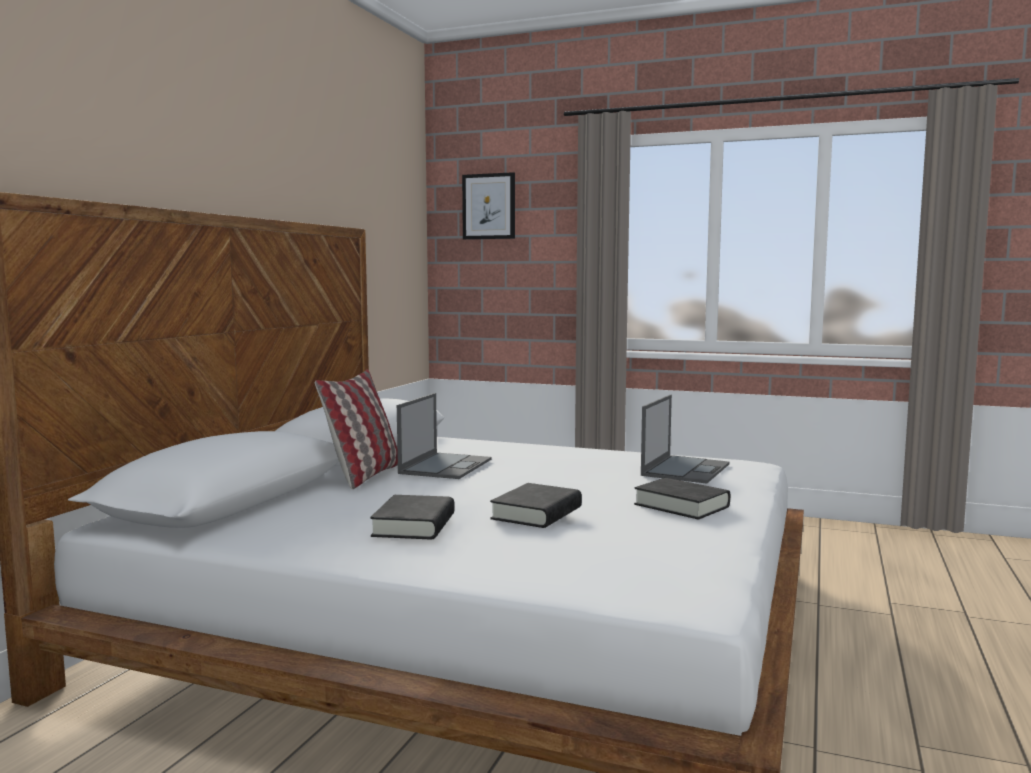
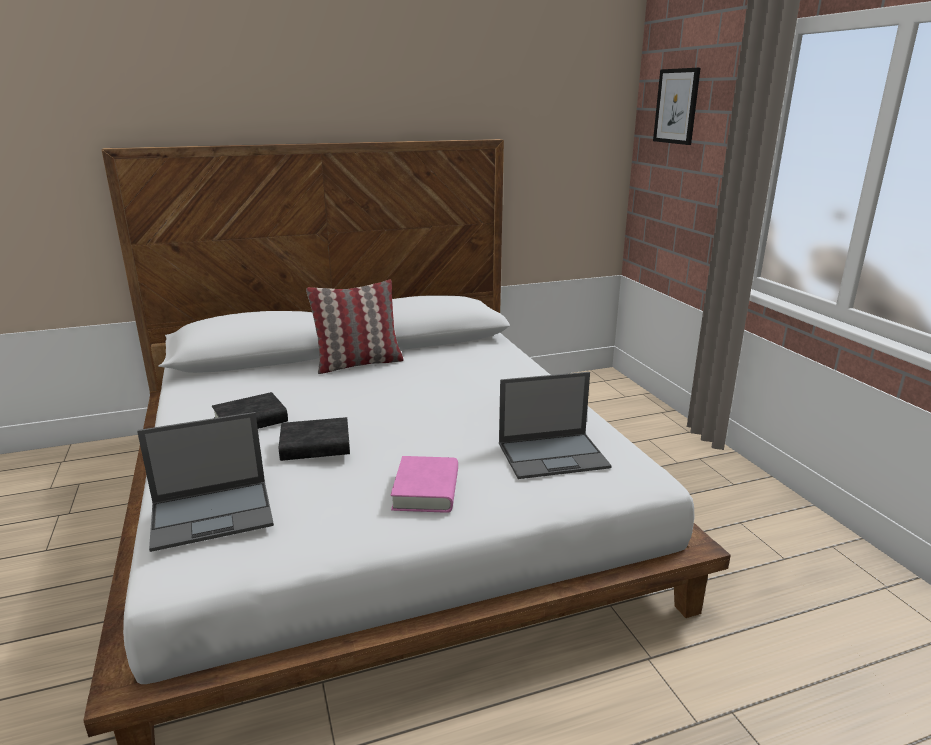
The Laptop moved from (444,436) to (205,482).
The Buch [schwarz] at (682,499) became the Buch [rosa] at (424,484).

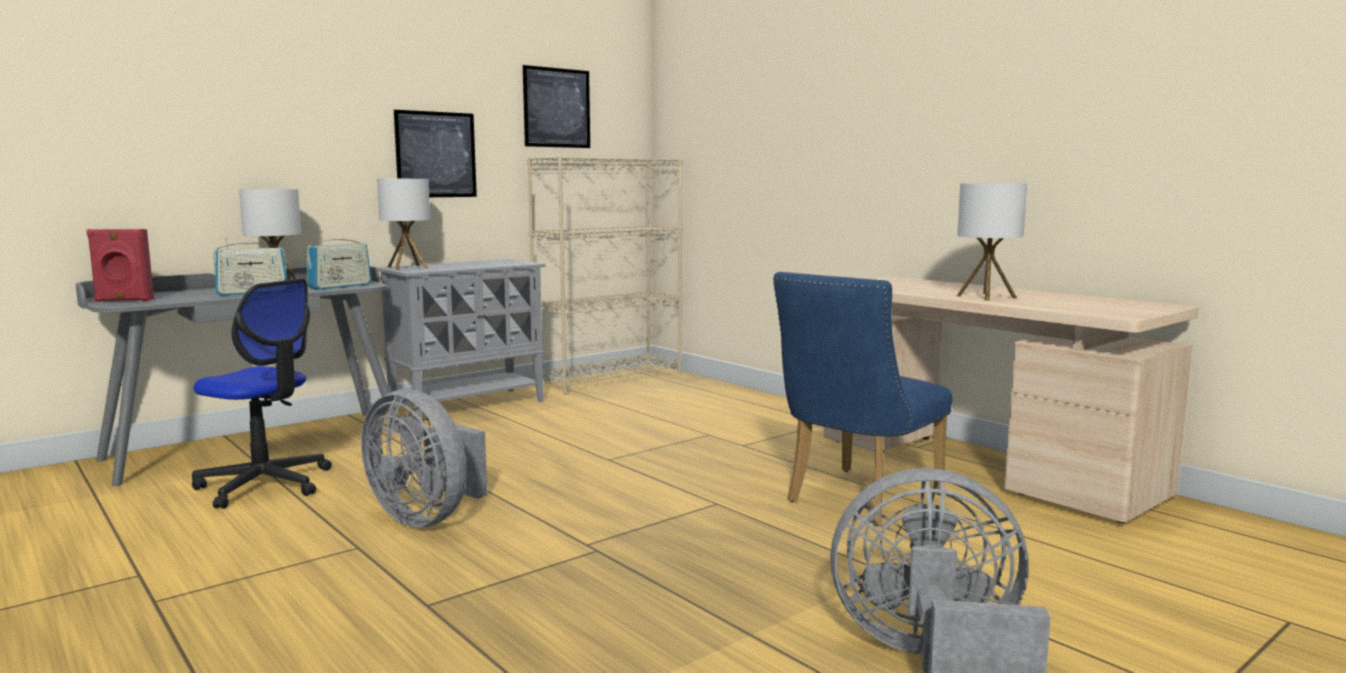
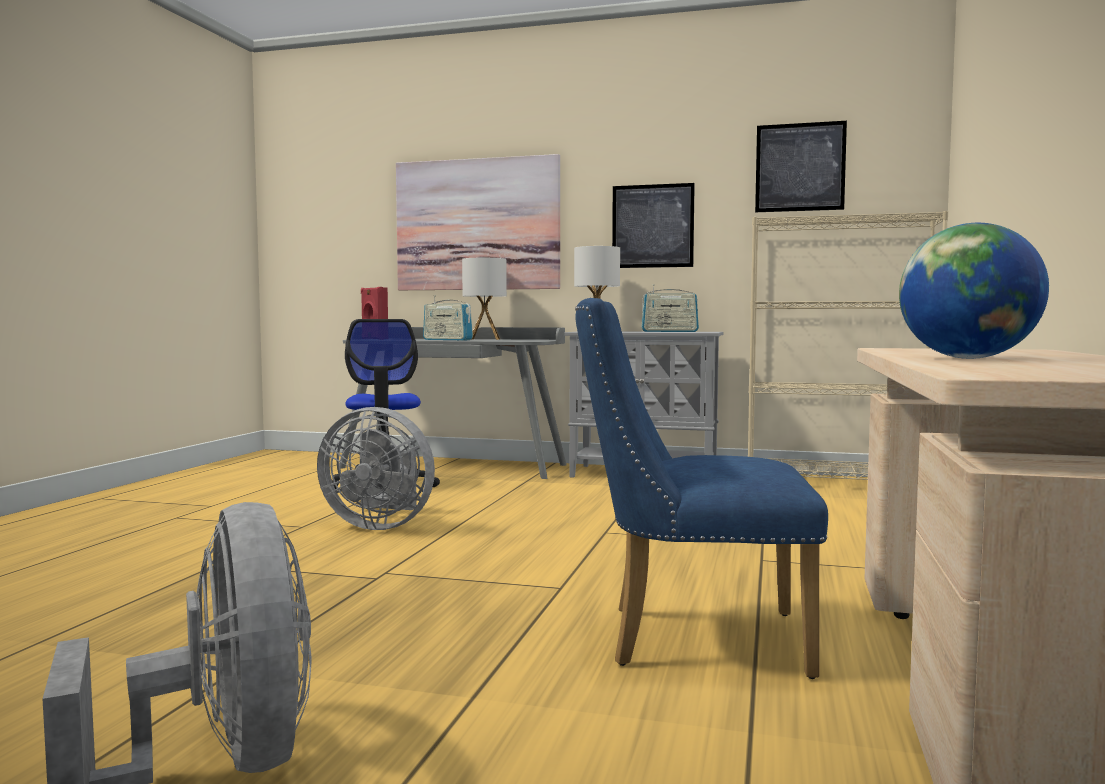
The Ventilator [grau] at (424,458) turned 75 degrees counterclockwise.
The Bild at (478,222) appeared.
The Radio moved from (339,262) to (670,308).
The Tischlampe at (991,242) was replaced by the Globus at (974,291).

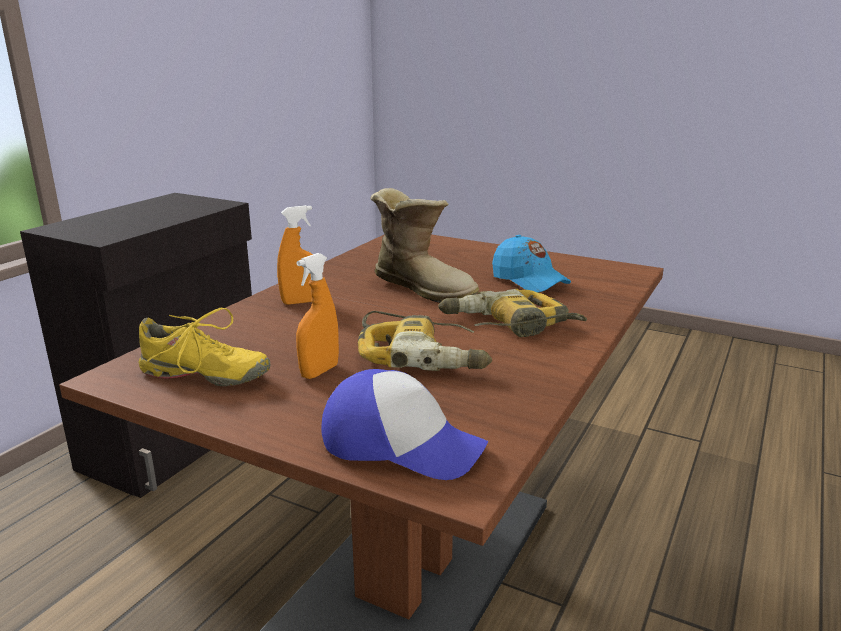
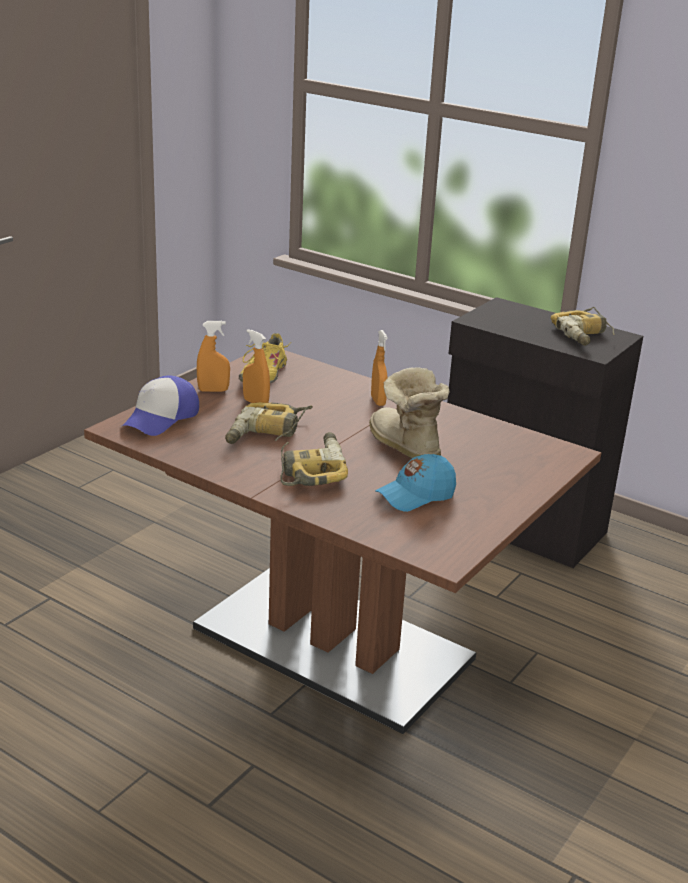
The Sprühflasche [orange] at (213,356) appeared.
The Stiefel at (425,245) turned 105 degrees clockwise.
The Bohrmaschine at (583,326) appeared.

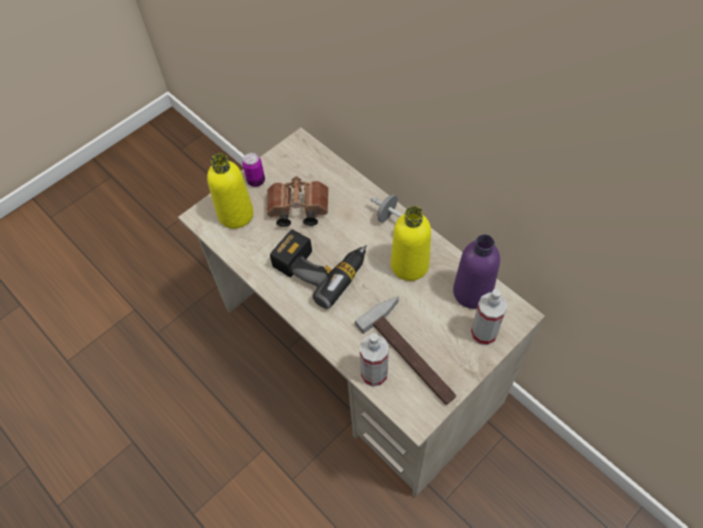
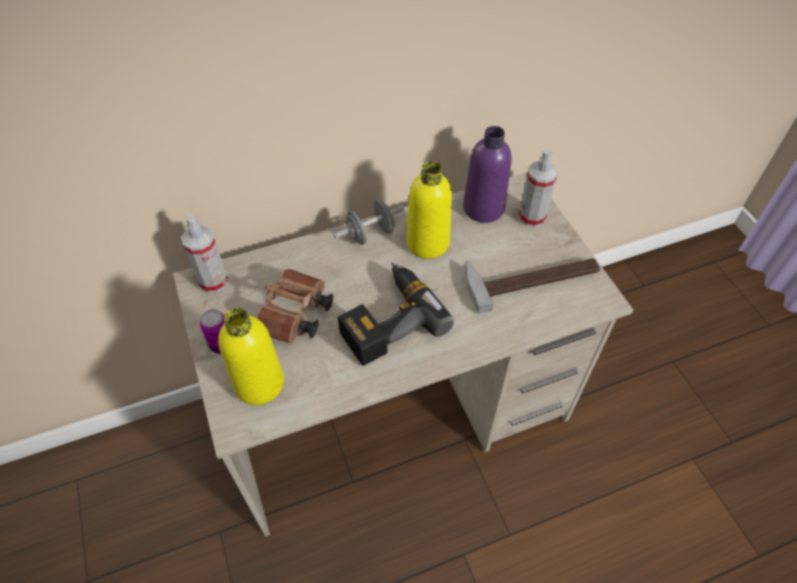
The Sprühflasche moved from (374,360) to (205,253).

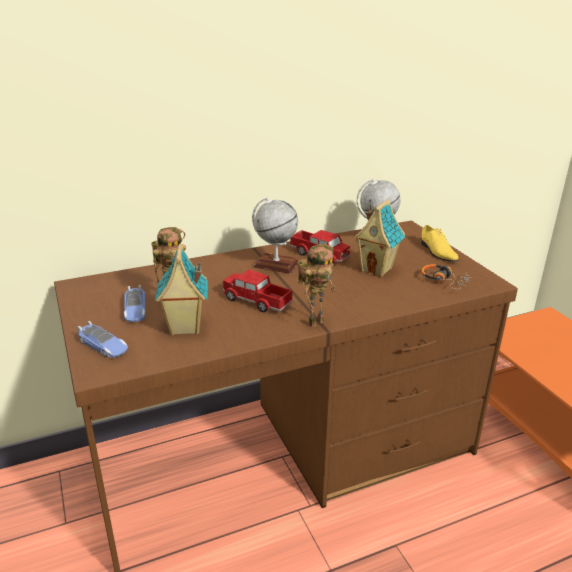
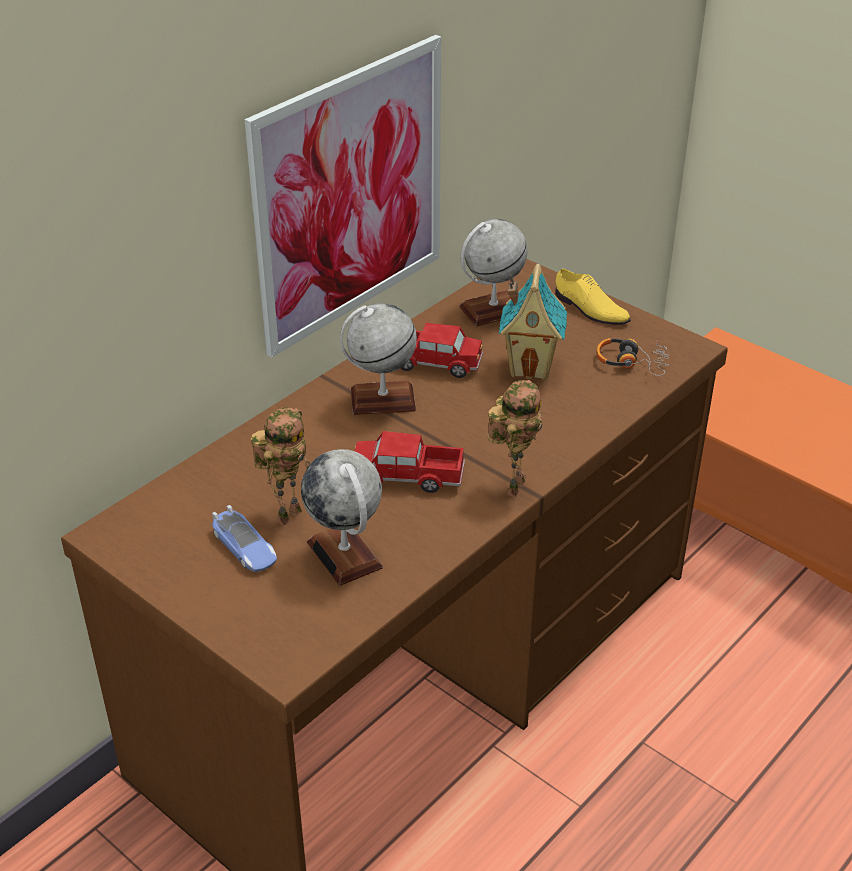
The Bild at (343,196) appeared.
The Spielzeughaus at (181,290) was replaced by the Globus at (342,517).
The Spielzeugauto at (103,339) disappeared.

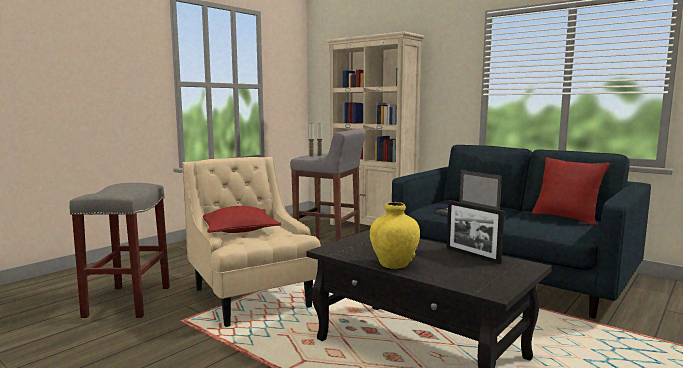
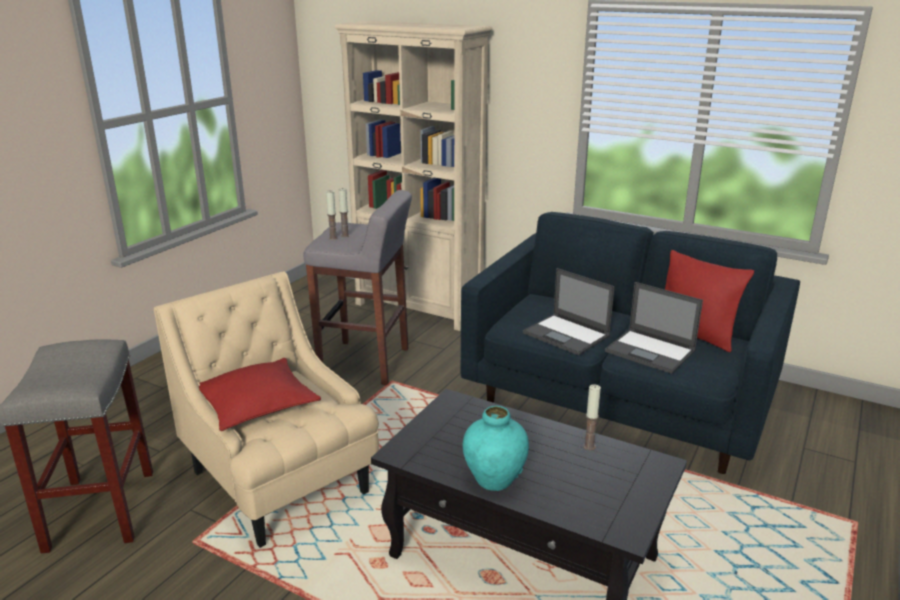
The Vase [gelb] at (395,235) became the Vase [türkis] at (496,448).
The Bilderrahmen at (475,232) was replaced by the Kerze at (592,417).
The Laptop at (654,328) appeared.

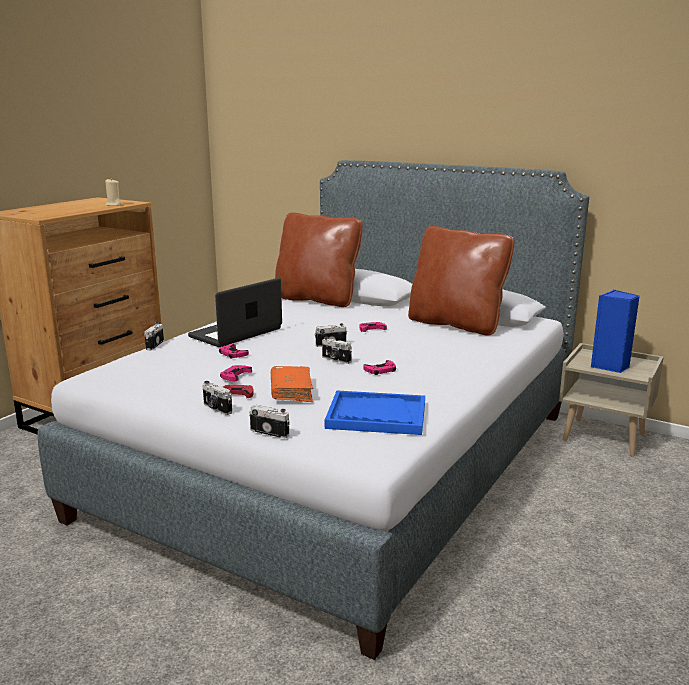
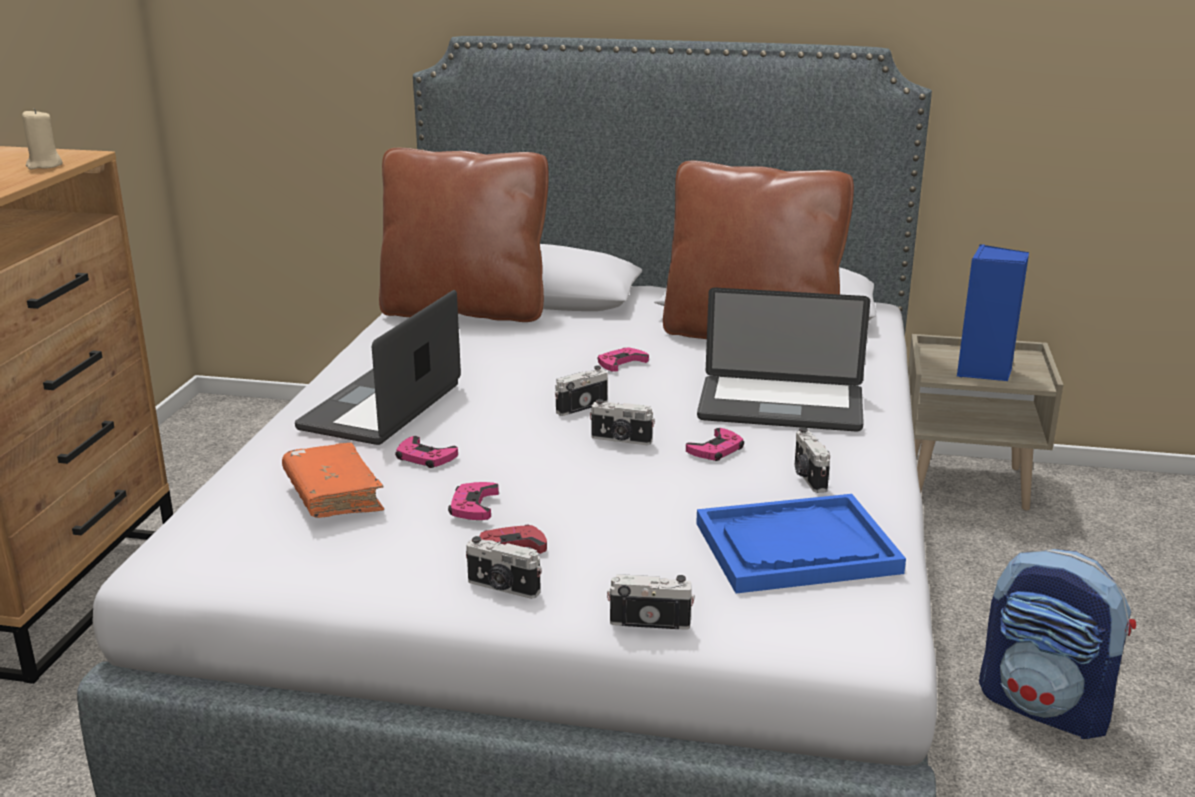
The Buch [orange] moved from (292,384) to (333,480).
The Laptop at (783,359) appeared.
The Kamera moved from (154,336) to (812,460).
The Rucksack at (1057,644) appeared.

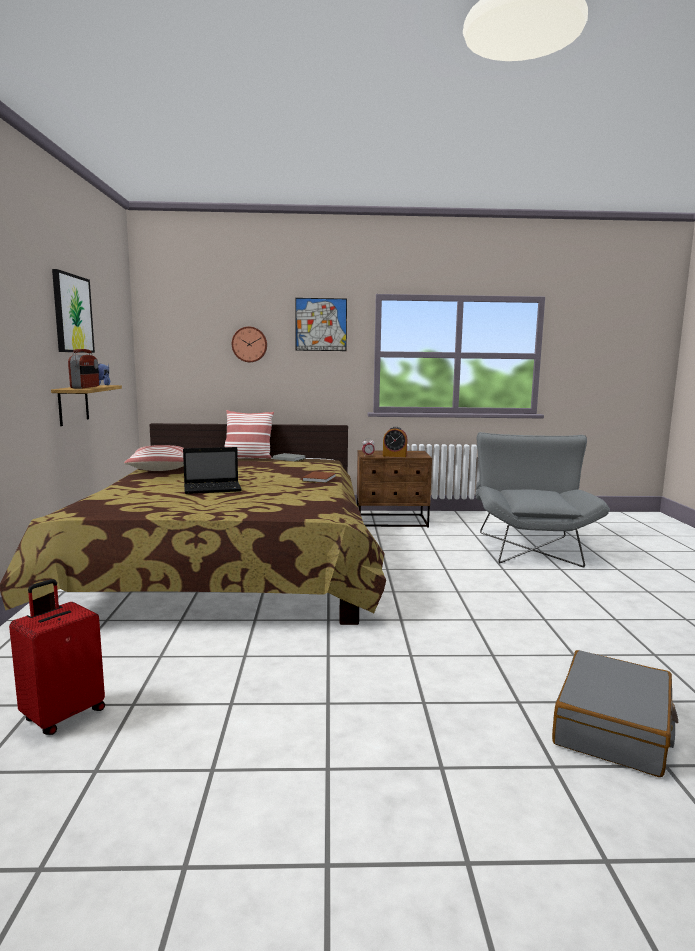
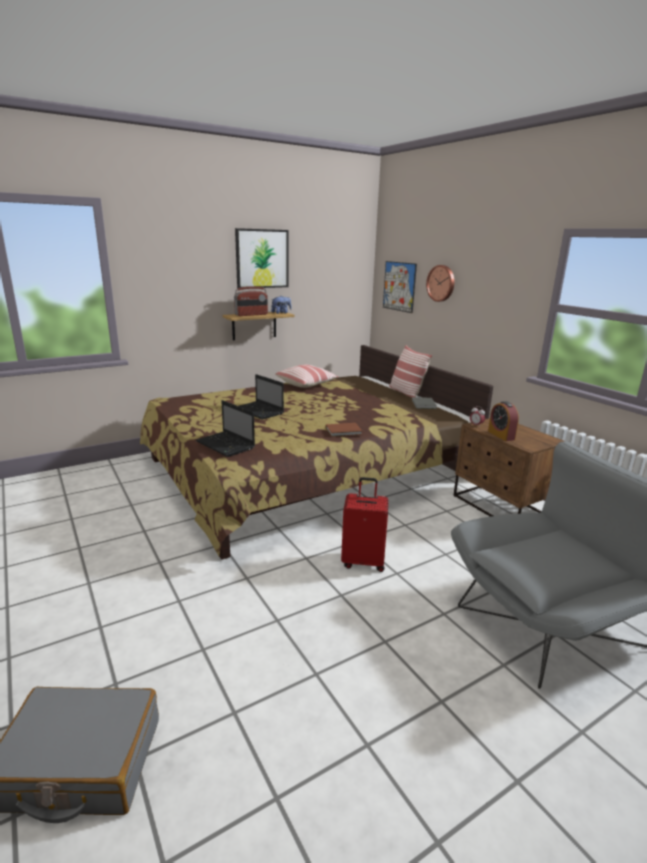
The Laptop at (225,428) appeared.
The Koffer [rot] moved from (57,657) to (364,524).
The Bild moved from (321,324) to (400,287).

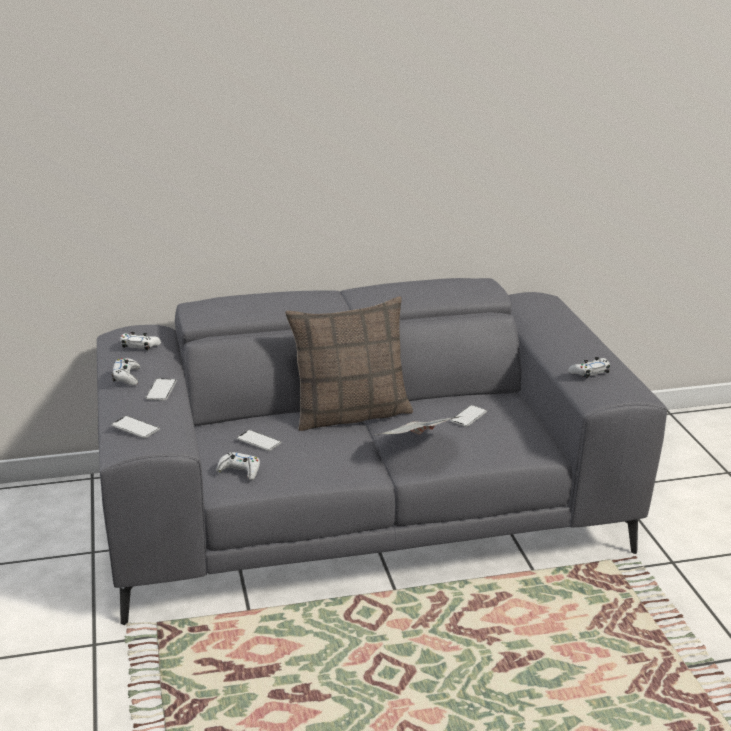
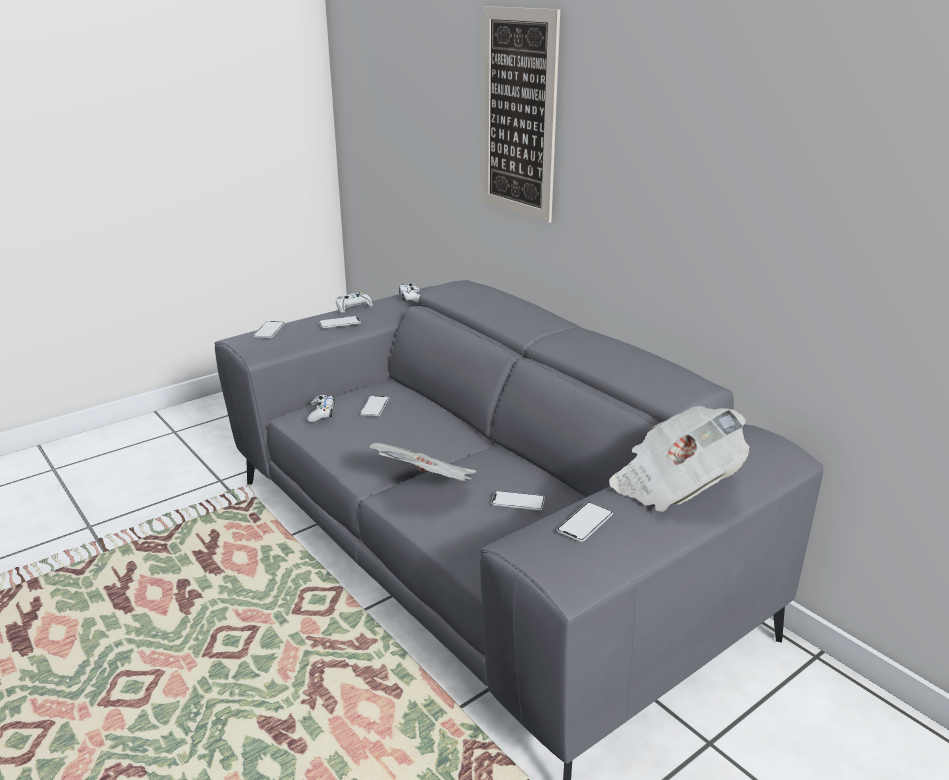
The Bild at (520,114) appeared.
The Gamepad [weiß] at (589,367) was replaced by the Handy at (585,522).
The Zeitung at (679,459) appeared.
The Kissen at (349,363) disappeared.

